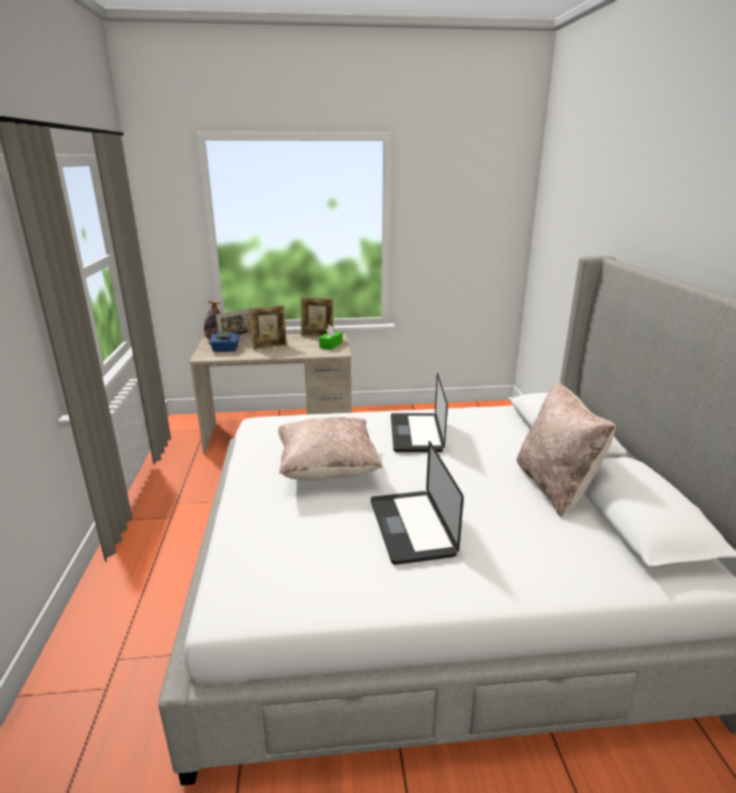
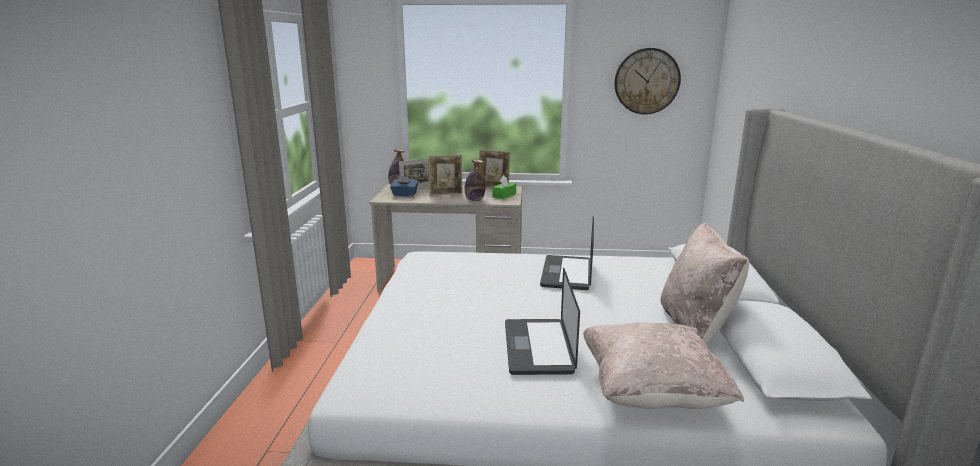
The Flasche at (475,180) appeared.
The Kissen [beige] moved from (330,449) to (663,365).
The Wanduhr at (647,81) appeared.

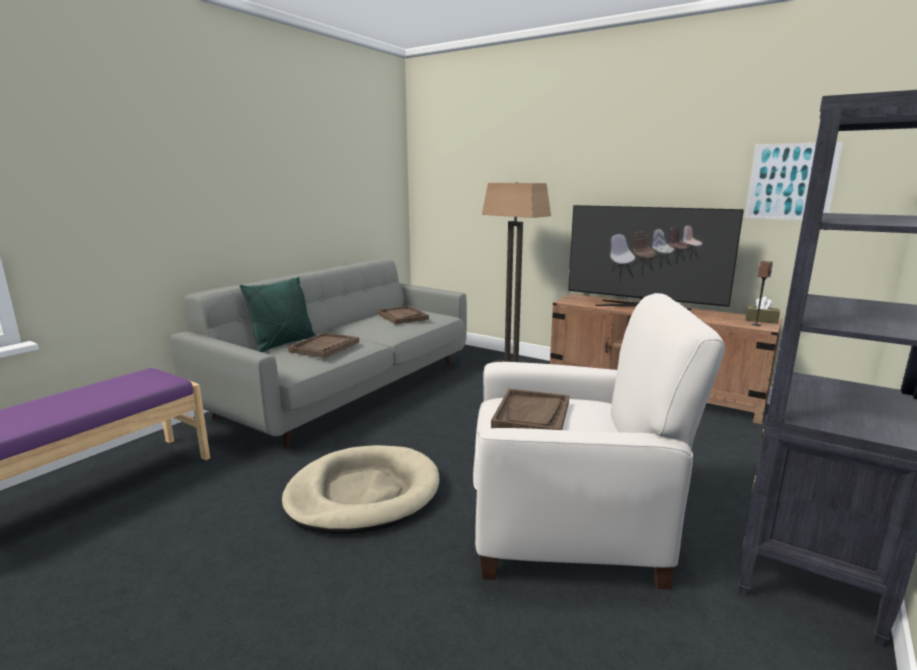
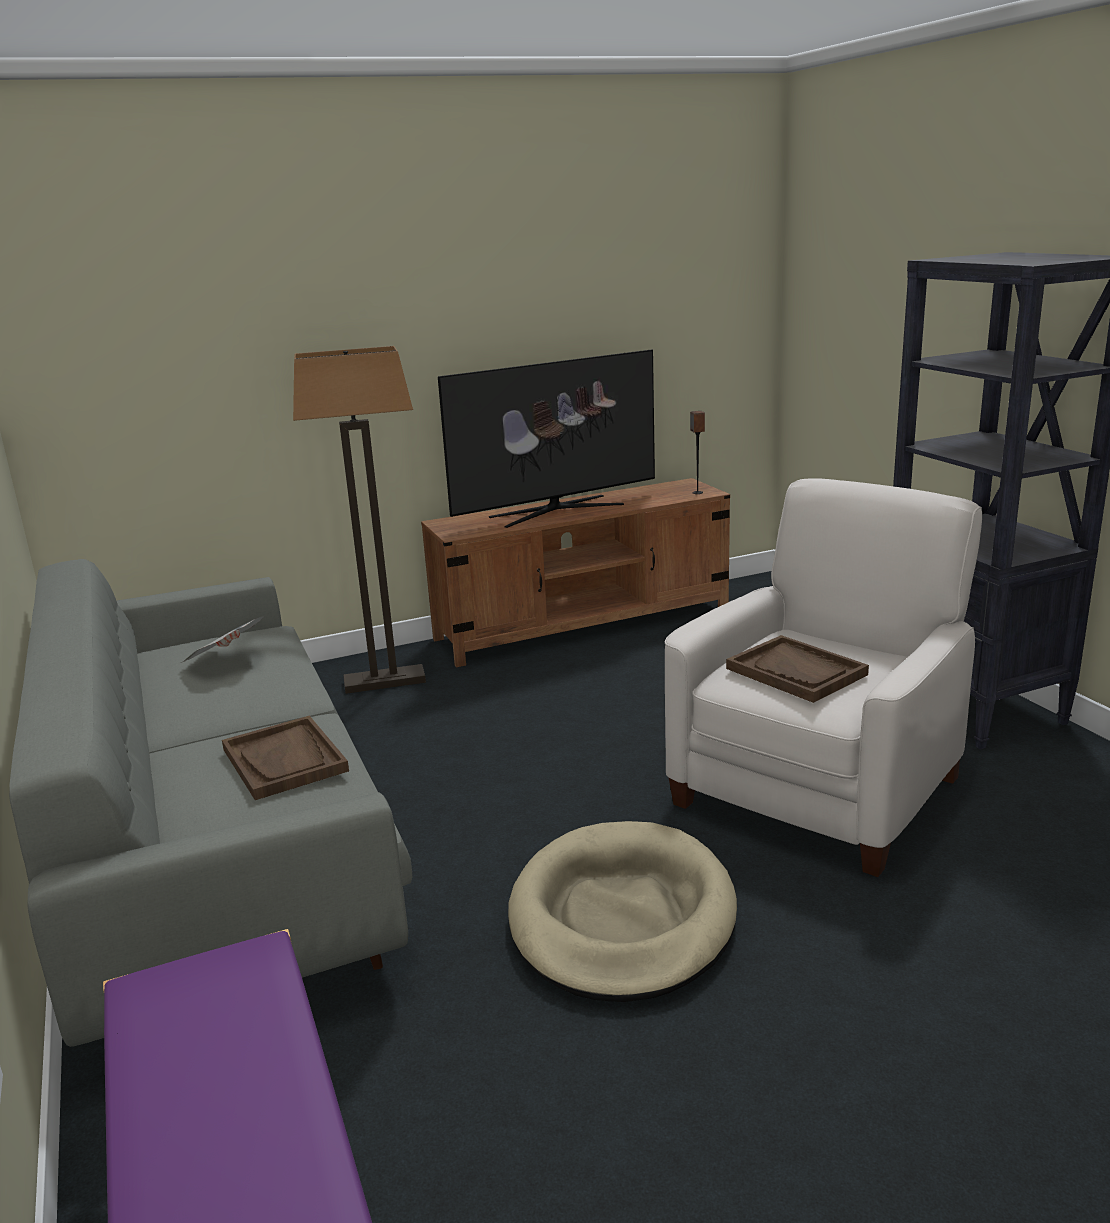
The Tablett [braun] at (403,315) was replaced by the Zeitung at (222,639).
The Kissen [grün] at (278,314) disappeared.
The Bild at (794,181) disappeared.
The Taschentuchbox [braun] at (763,310) disappeared.

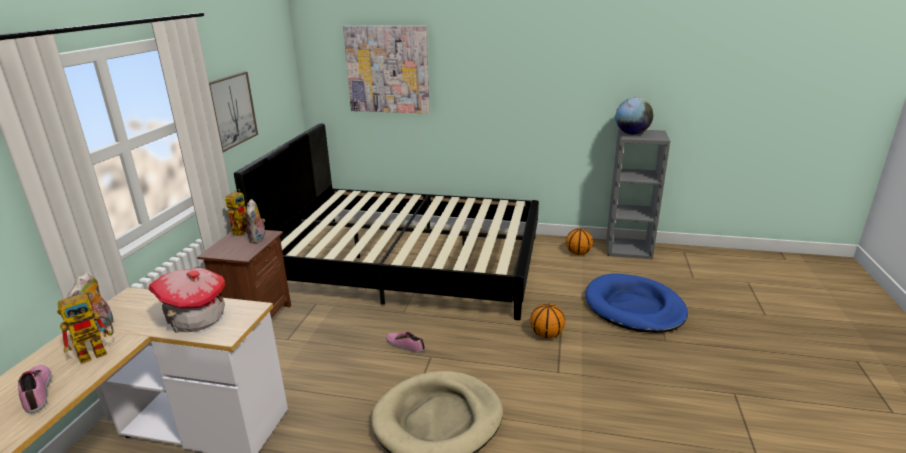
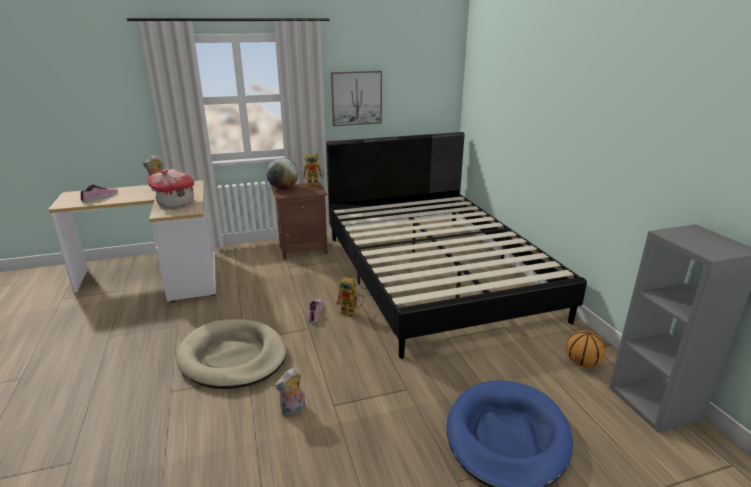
The Globus moved from (634,116) to (282,174).
The Plüschtier moved from (255,221) to (289,391).
The Spielzeugroboter moved from (85,327) to (350,297).
The Bild at (386,69) disappeared.
The Basketball at (547,321) disappeared.

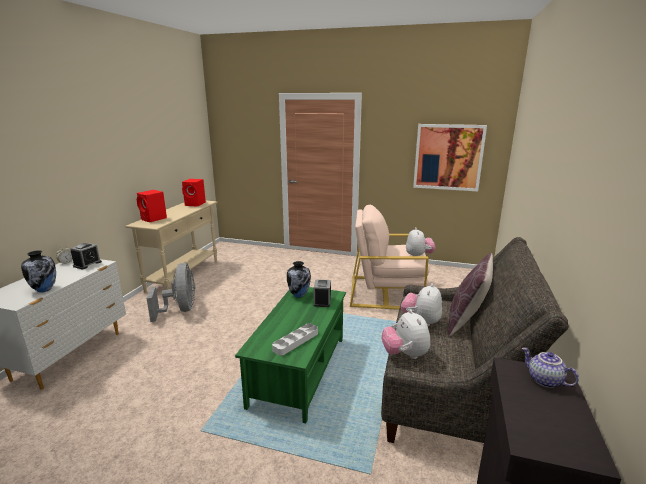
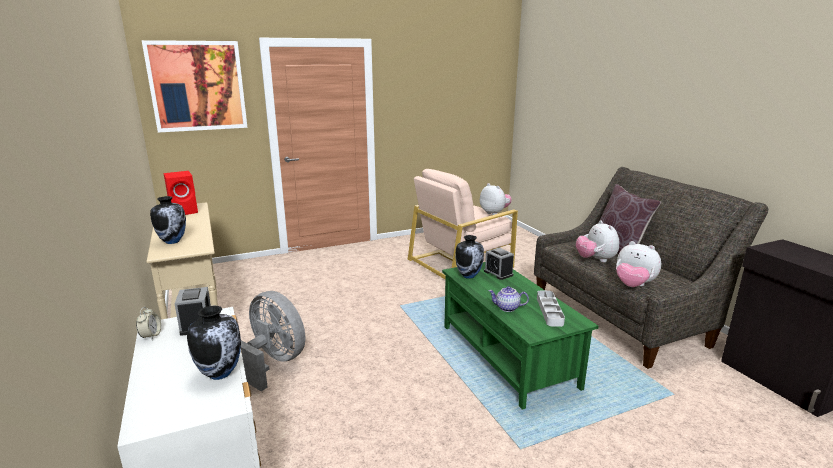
The Bild moved from (450,157) to (195,86).
The Lautsprecher [rot] at (152,206) was replaced by the Vase at (168,220).
The Teekanne moved from (550,367) to (508,299).

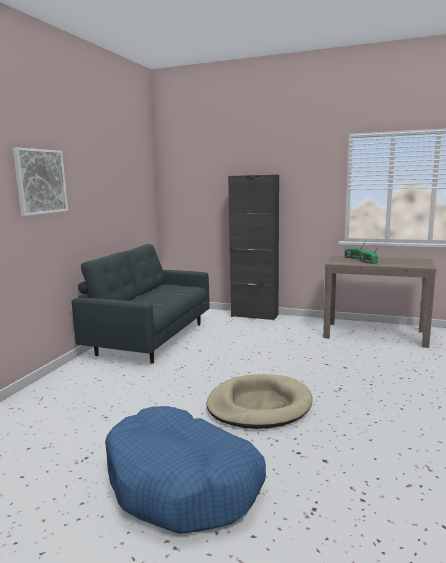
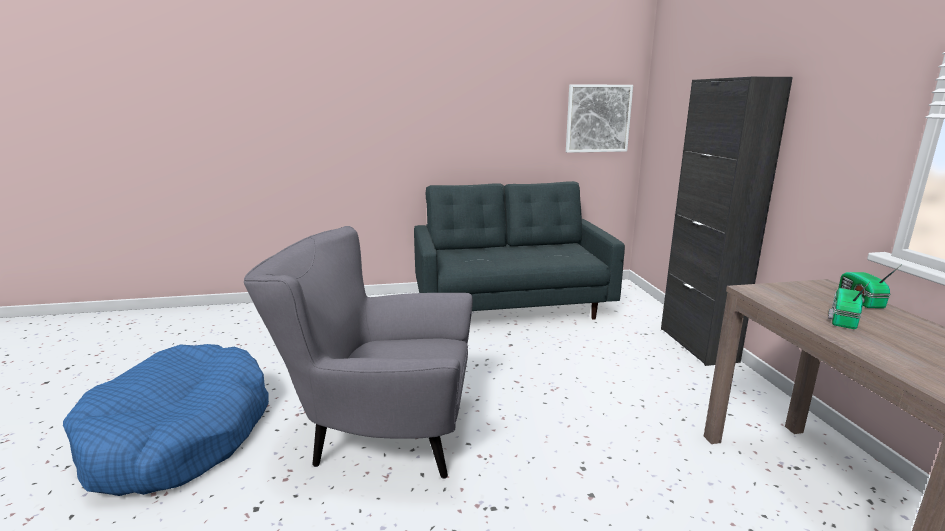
The Hundebett [beige] at (260,401) was replaced by the Sessel [grau] at (358,352).
The Bild moved from (40,182) to (599,118).

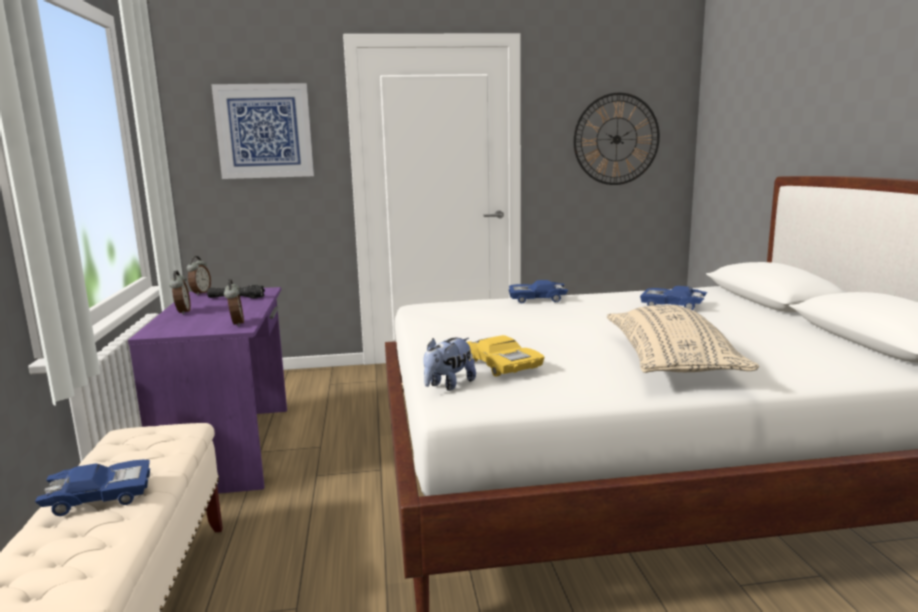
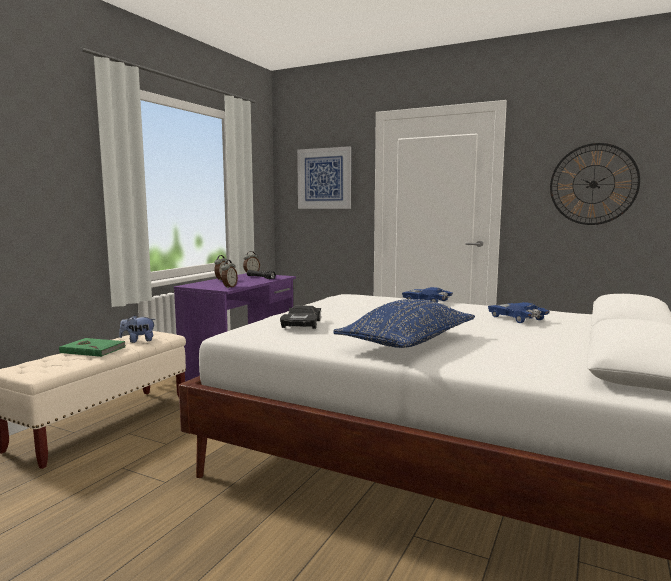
The Spielzeugauto [blau] at (92,488) was replaced by the Buch [grün] at (92,347).
The Plüschtier moved from (450,364) to (137,329).
The Spielzeugauto [gelb] at (506,356) became the Spielzeugauto [schwarz] at (300,317).
The Kissen [beige] at (683,339) became the Kissen [blau] at (404,323).

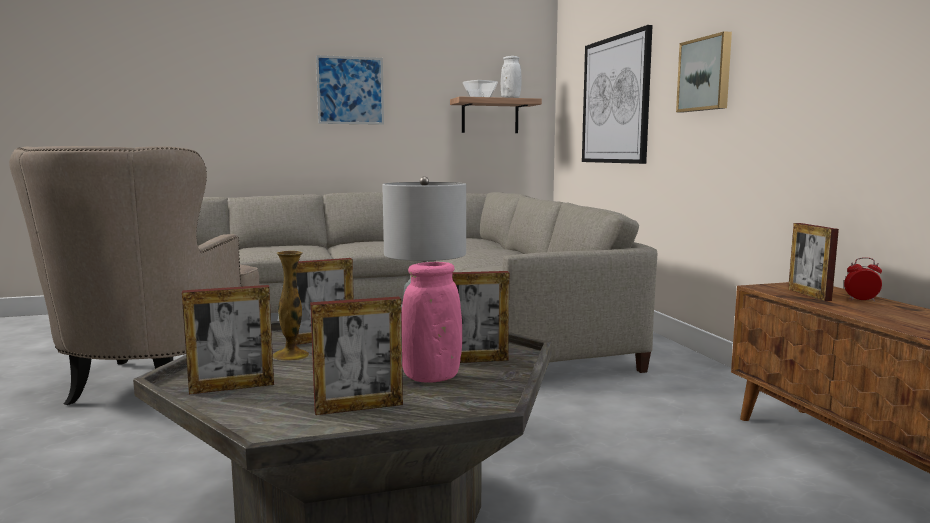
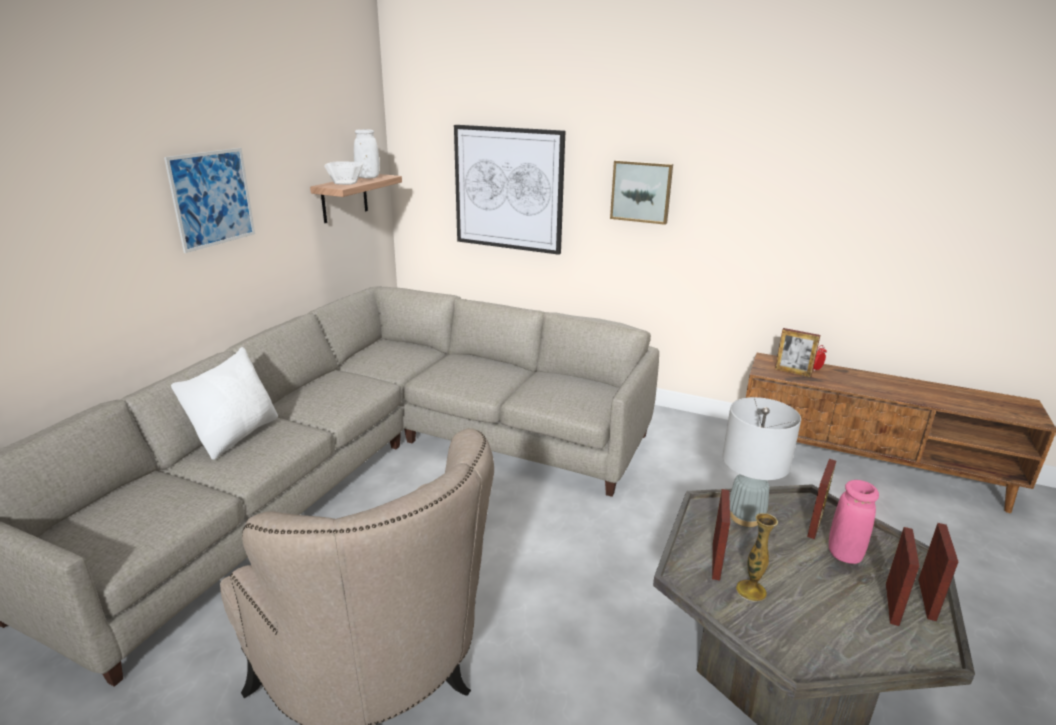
The Kissen [weiß] at (224,403) appeared.
The Bilderrahmen moved from (228,339) to (938,572).

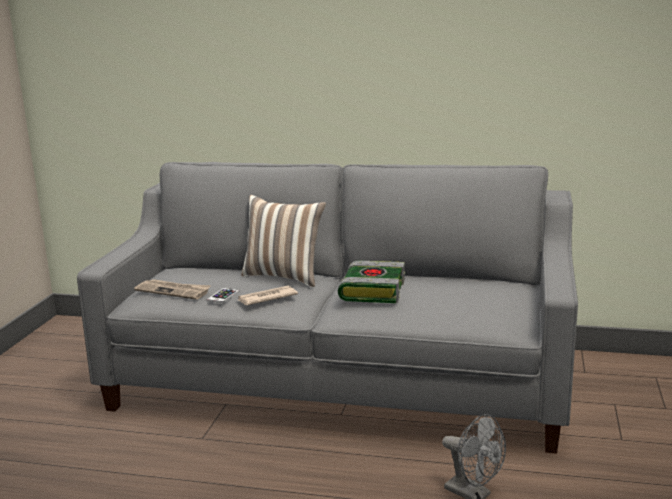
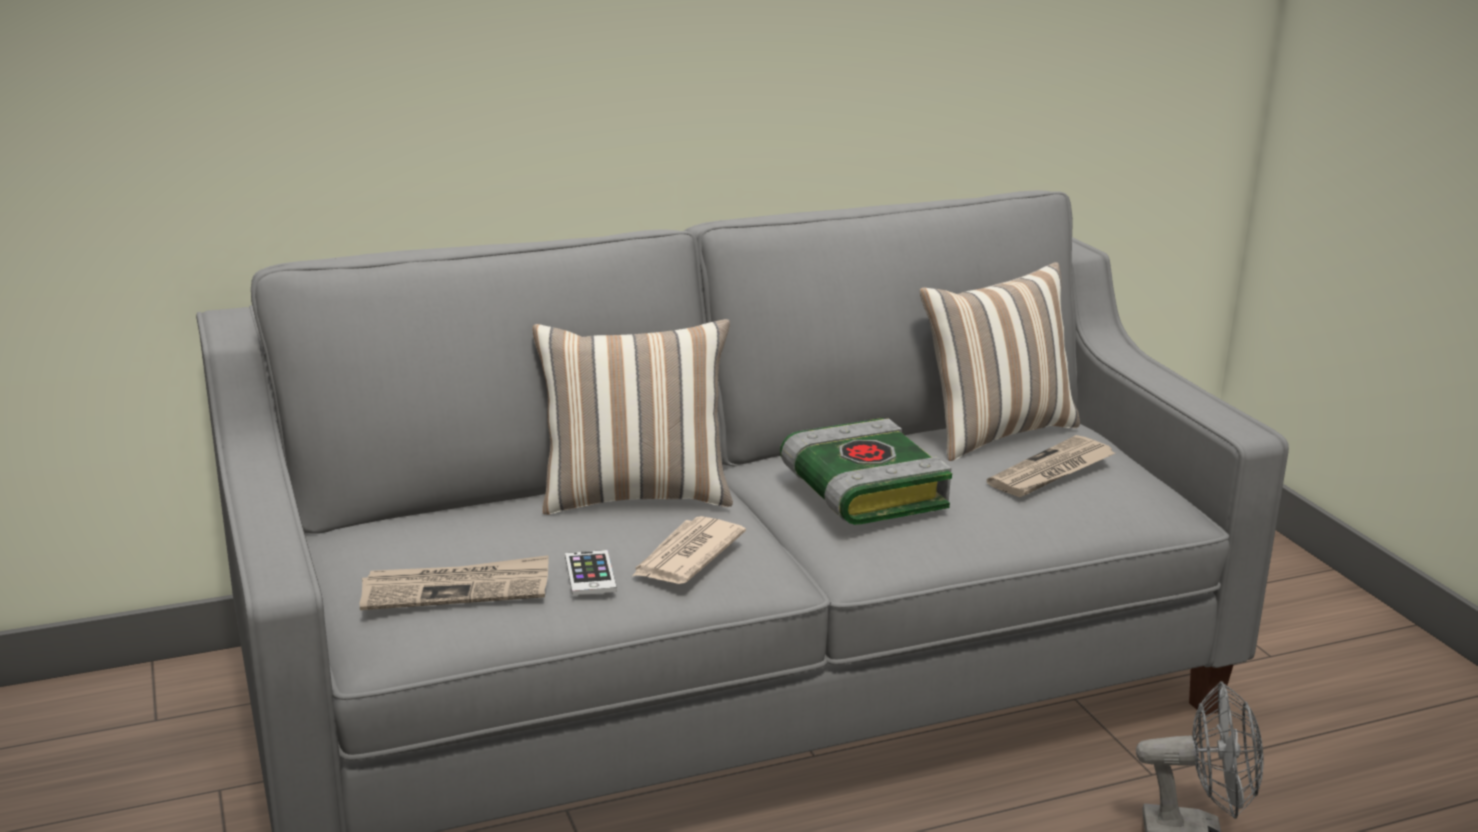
The Kissen at (1000,361) appeared.
The Zeitung at (1051,466) appeared.

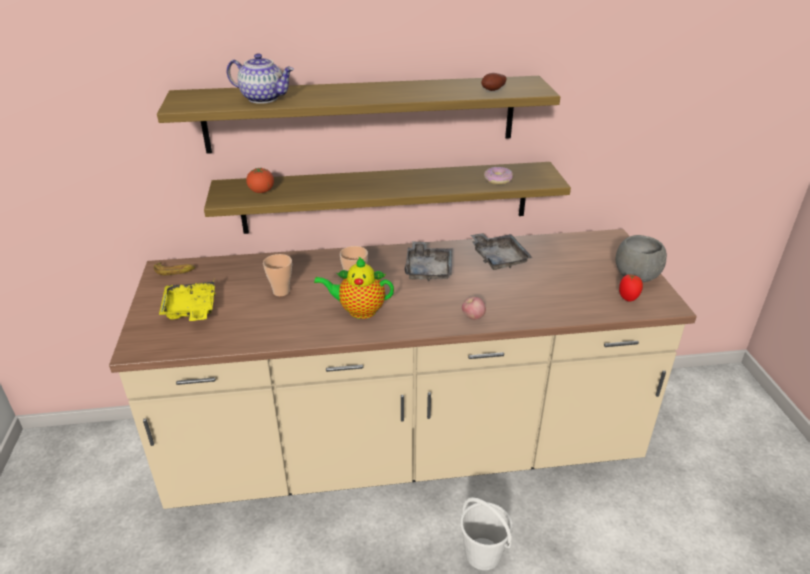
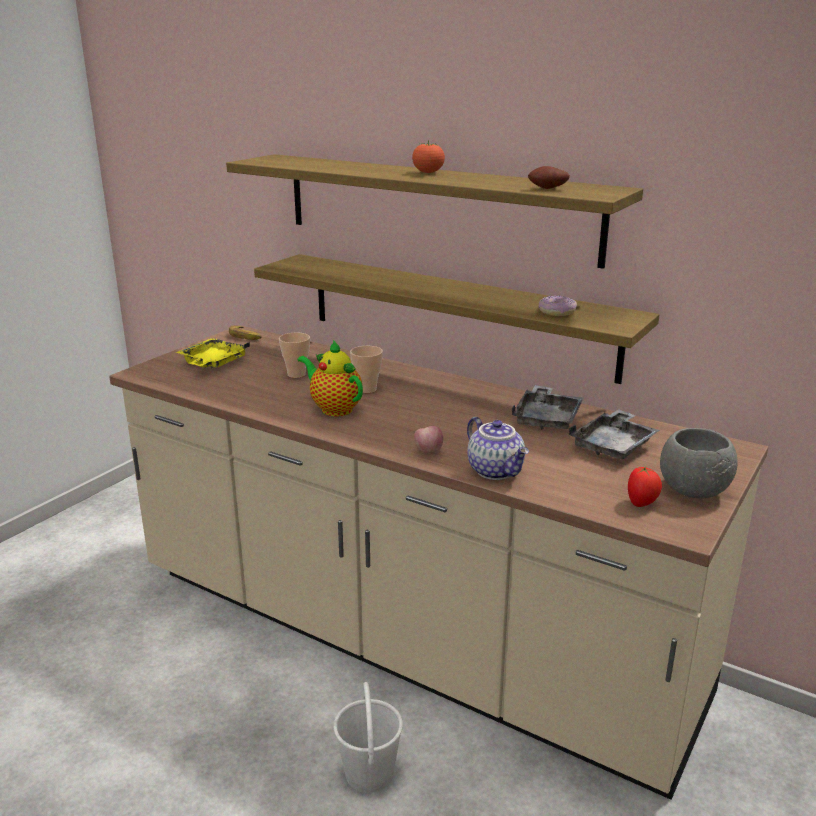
The Tomate moved from (260,180) to (428,156).
The Teekanne moved from (260,78) to (498,448).
The Tablett [grau] moved from (428,261) to (614,434).

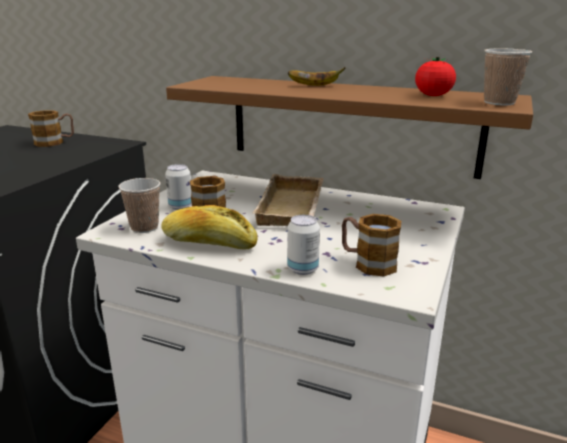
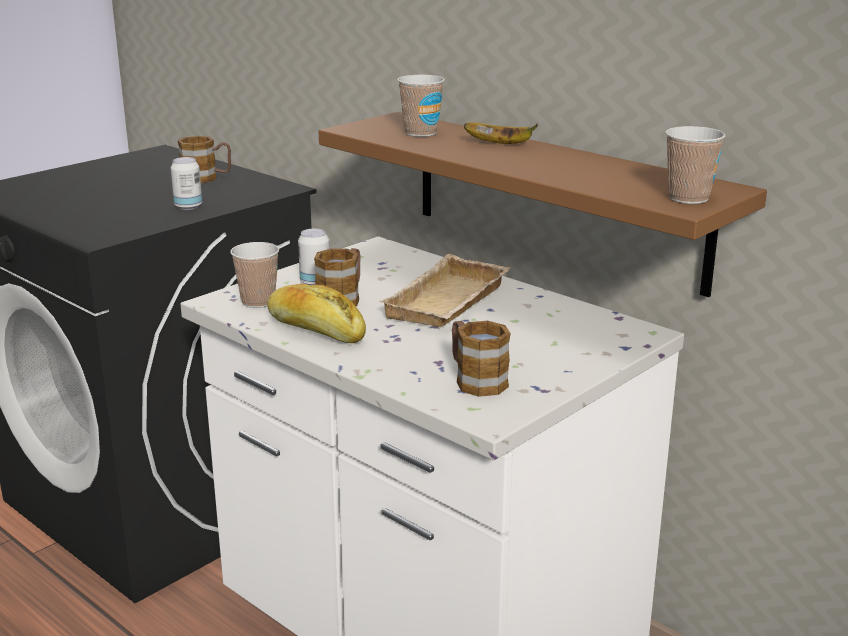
The Dose moved from (303,245) to (186,183).
The Tasse at (421,106) appeared.
The Tomate at (435,76) disappeared.

